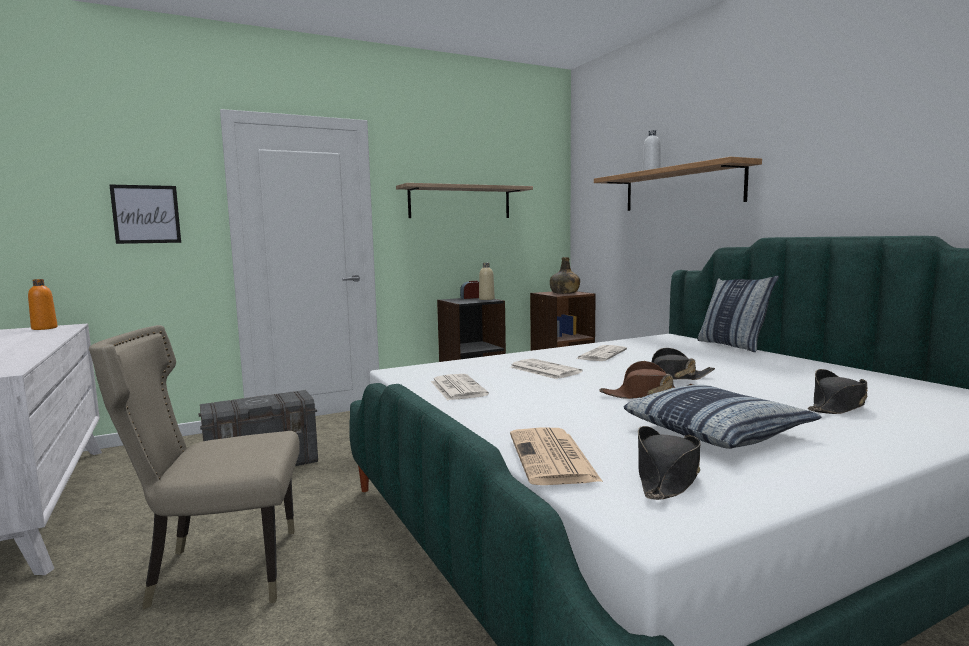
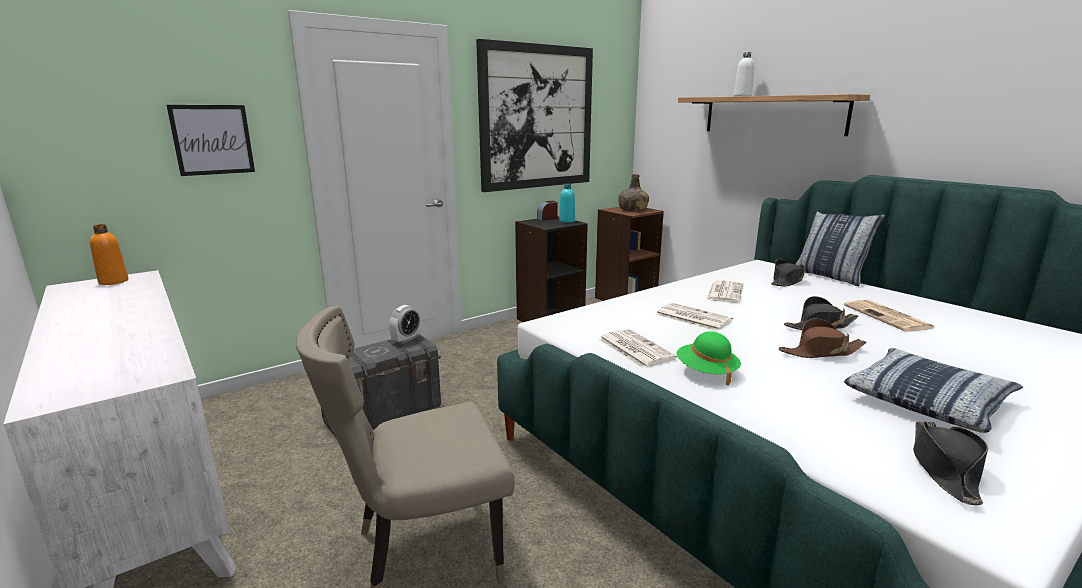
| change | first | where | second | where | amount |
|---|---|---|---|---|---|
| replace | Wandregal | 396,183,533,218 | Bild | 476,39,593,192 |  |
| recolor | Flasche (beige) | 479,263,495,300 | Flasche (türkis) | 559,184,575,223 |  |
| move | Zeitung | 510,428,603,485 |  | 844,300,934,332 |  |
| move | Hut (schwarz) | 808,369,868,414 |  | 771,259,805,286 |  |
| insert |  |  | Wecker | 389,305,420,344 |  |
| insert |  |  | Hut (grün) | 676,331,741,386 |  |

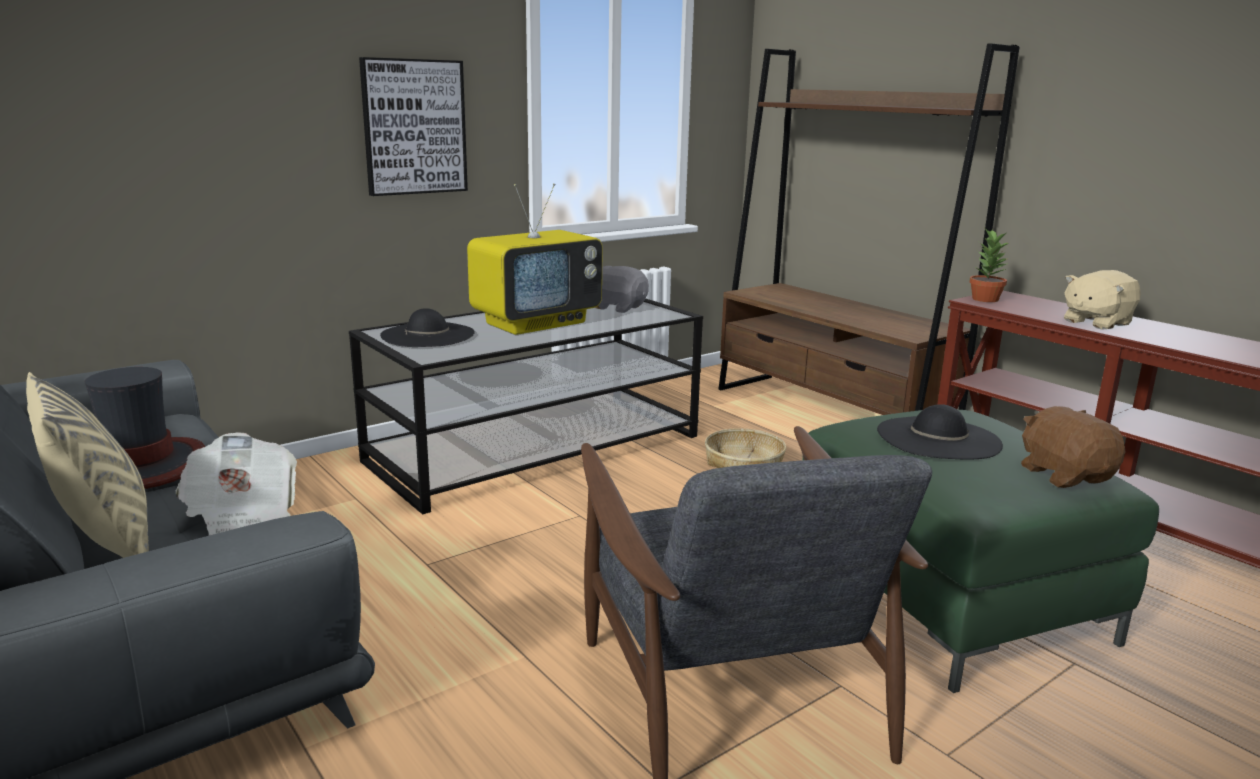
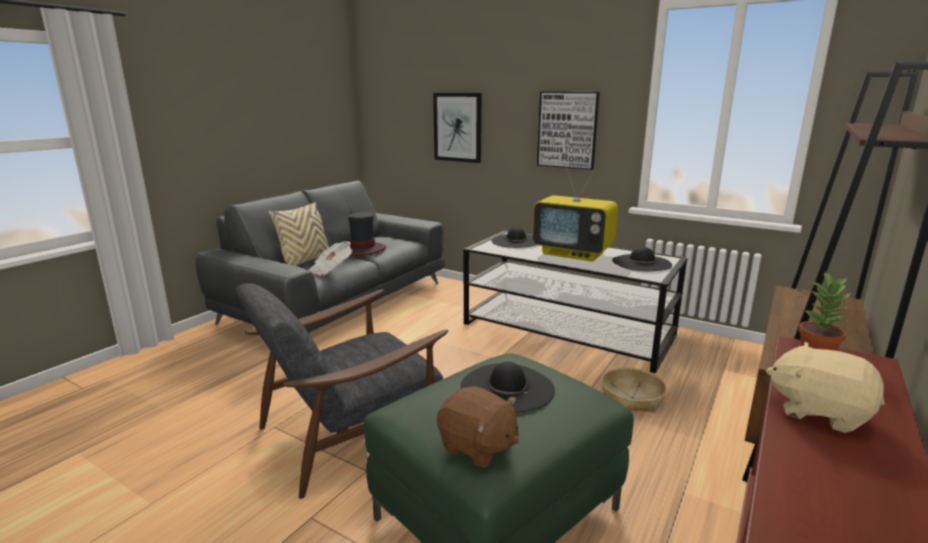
| change | first | where | second | where | amount |
|---|---|---|---|---|---|
| replace | Plüschtier (grau) | 595,266,649,313 | Hut (schwarz) | 612,247,672,271 |  |
| rotate | Plüschtier (braun) | 1021,406,1125,488 |  | 437,386,519,467 | 75 degrees clockwise |
| insert |  |  | Bild | 433,93,482,163 |  |

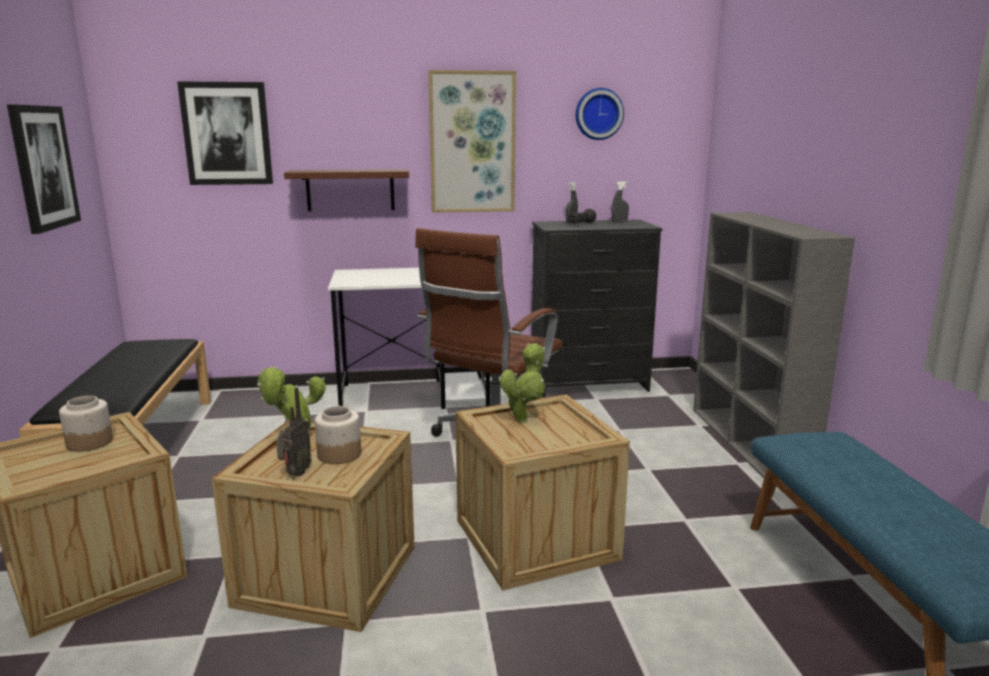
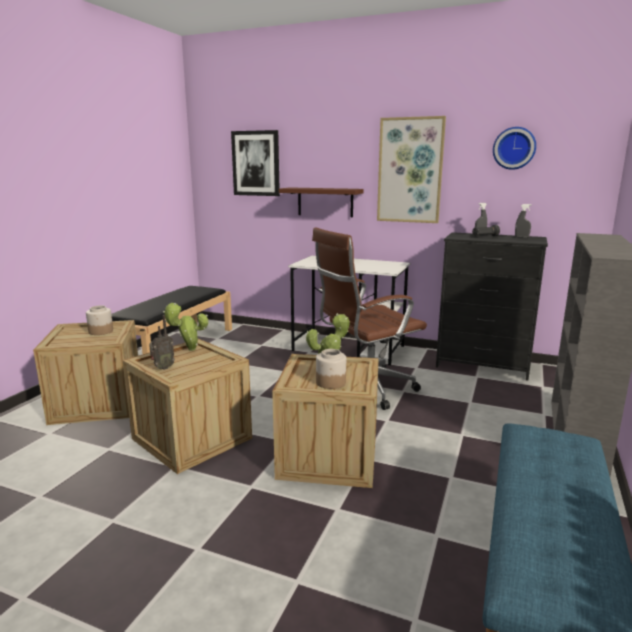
| change | first | where | second | where | amount |
|---|---|---|---|---|---|
| delete | Bild | 7,104,81,234 |  |  |  |
| move | Vorratsglas | 315,406,361,464 |  | 316,349,346,389 |  |

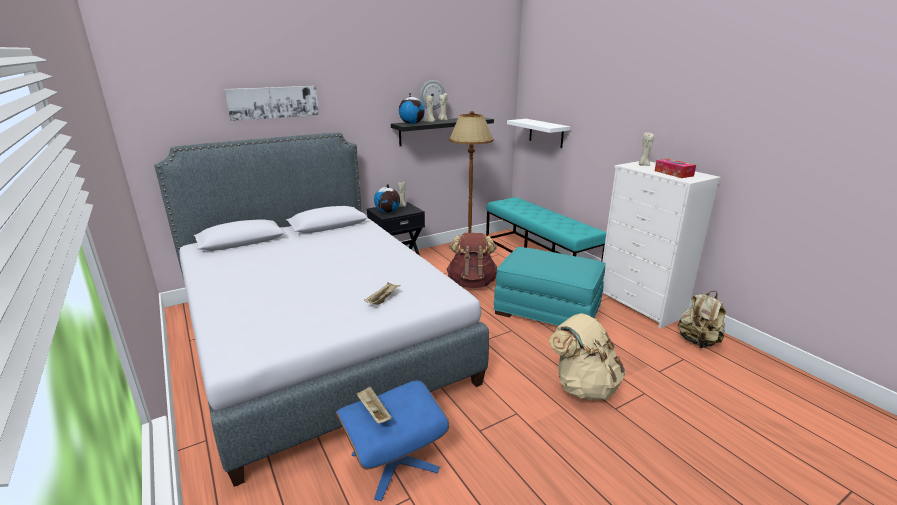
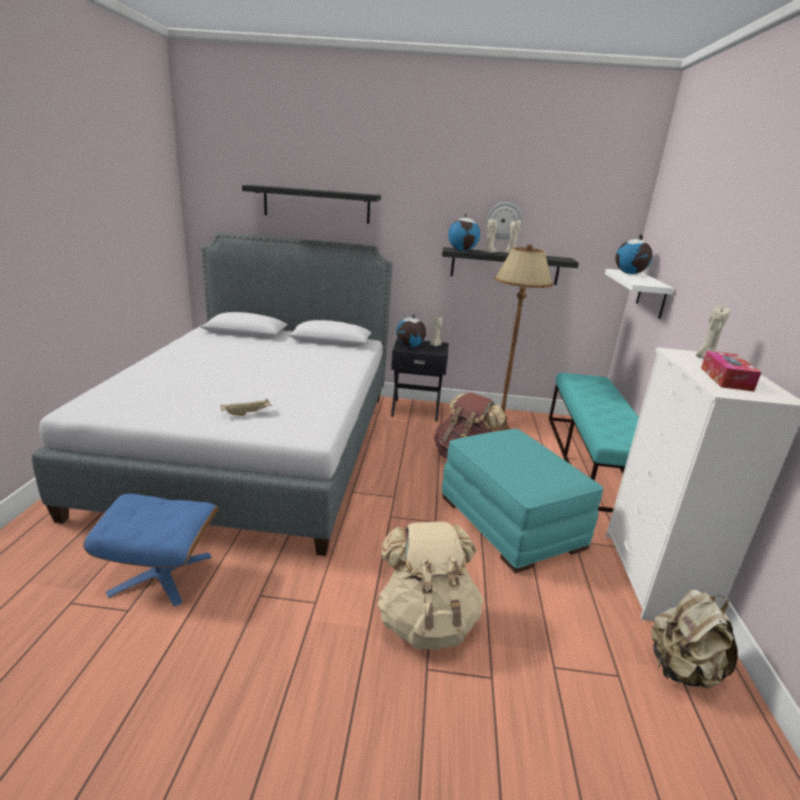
| change | first | where | second | where | amount |
|---|---|---|---|---|---|
| replace | Bild | 224,86,319,121 | Wandregal (schwarz) | 242,185,381,224 |  |
| delete | Tablett (beige) | 356,387,392,424 |  |  |  |
| insert |  |  | Globus | 615,234,653,274 |  |

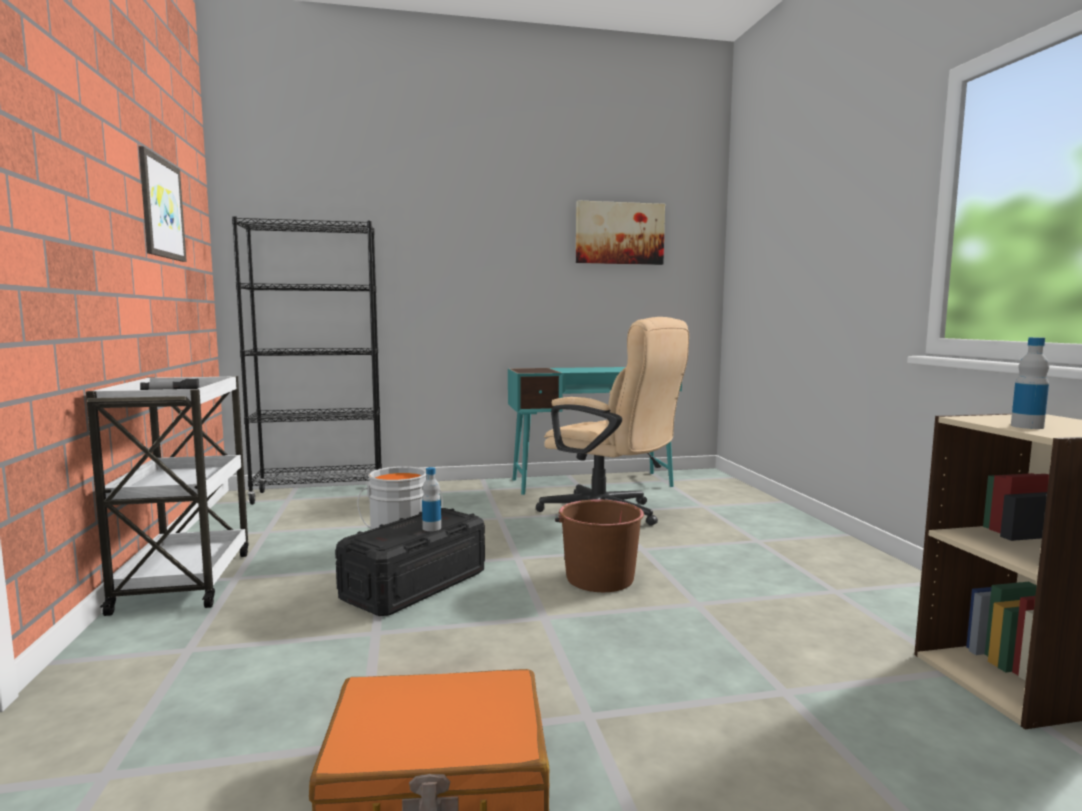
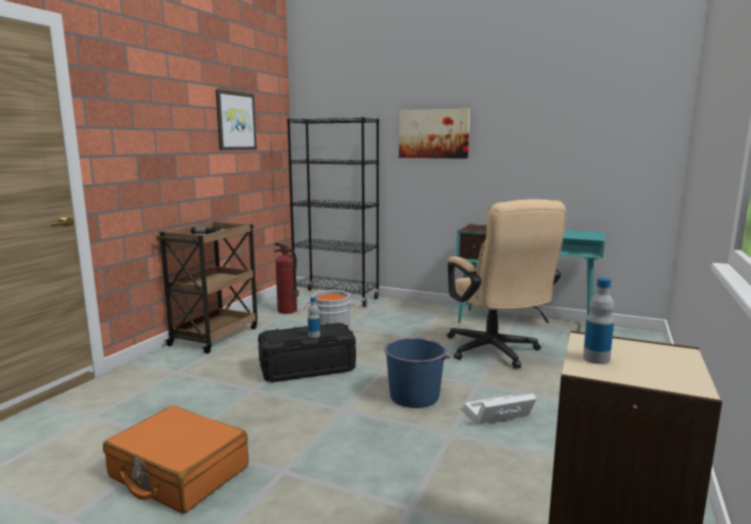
| change | first | where | second | where | amount |
|---|---|---|---|---|---|
| recolor | Rollwagen (weiß) | 86,376,249,616 | Rollwagen (braun) | 156,221,258,354 |  |
| recolor | Eimer (braun) | 555,500,644,592 | Eimer (blau) | 384,338,449,408 |  |
| move | Bild | 576,200,665,265 |  | 399,109,470,159 |  |
| insert |  |  | Feuerlöscher | 274,242,297,314 |  |
| insert |  |  | Aufbewahrungsbox (weiß) | 464,394,536,424 |  |

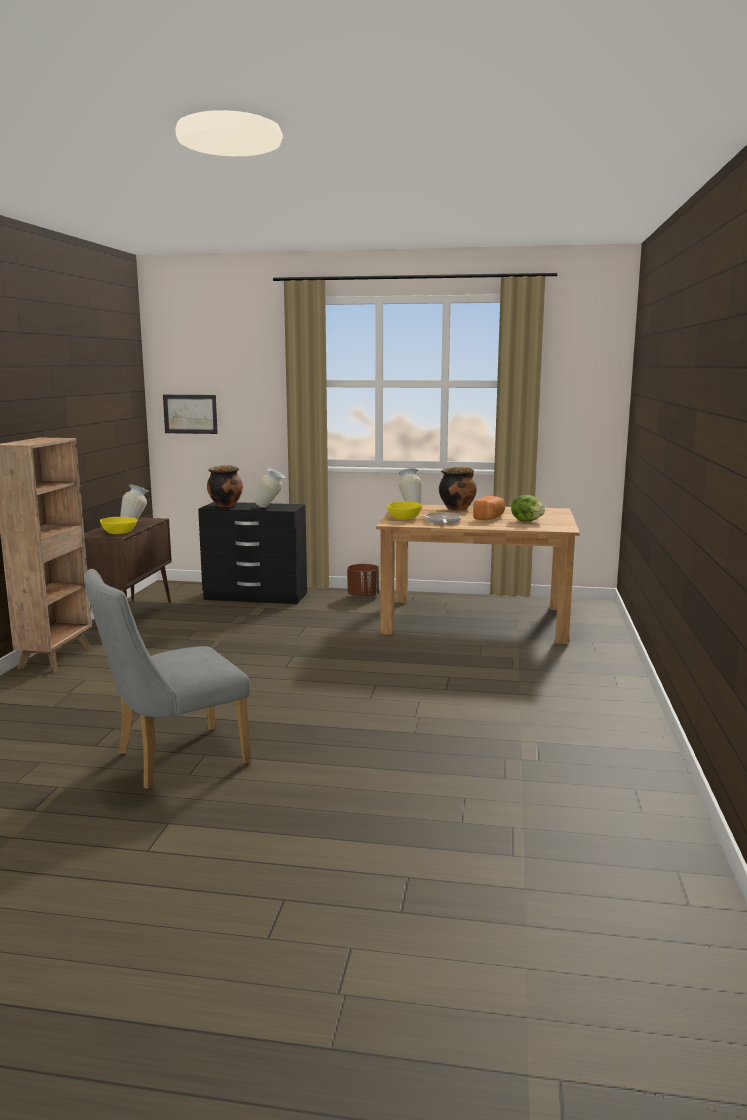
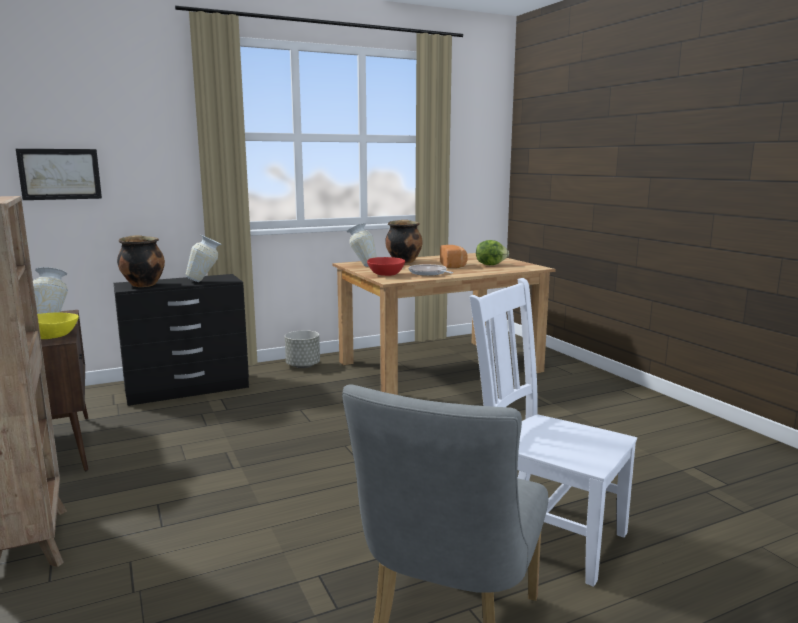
| change | first | where | second | where | amount |
|---|---|---|---|---|---|
| recolor | Pflanzkübel (braun) | 347,564,379,599 | Pflanzkübel (grau) | 285,330,320,368 |  |
| recolor | Schüssel (gelb) | 386,501,422,520 | Schüssel (rot) | 367,257,405,276 |  |
| insert |  |  | Stuhl (weiß) | 470,278,637,587 |  |

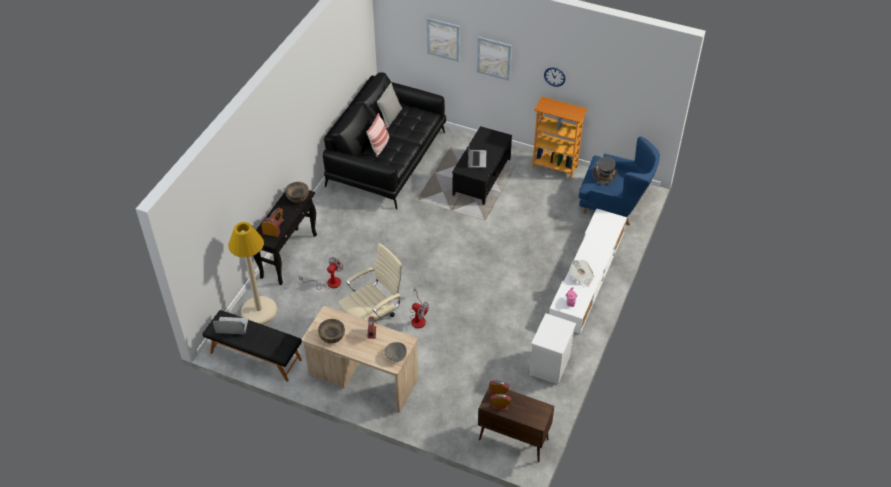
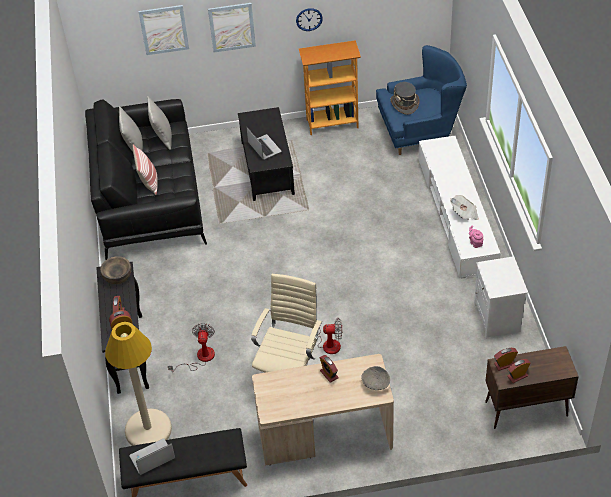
| change | first | where | second | where | amount |
|---|---|---|---|---|---|
| delete | Schüssel (braun) | 318,319,345,344 |  |  |  |
| insert |  |  | Kissen (grau) | 147,96,172,150 |  |

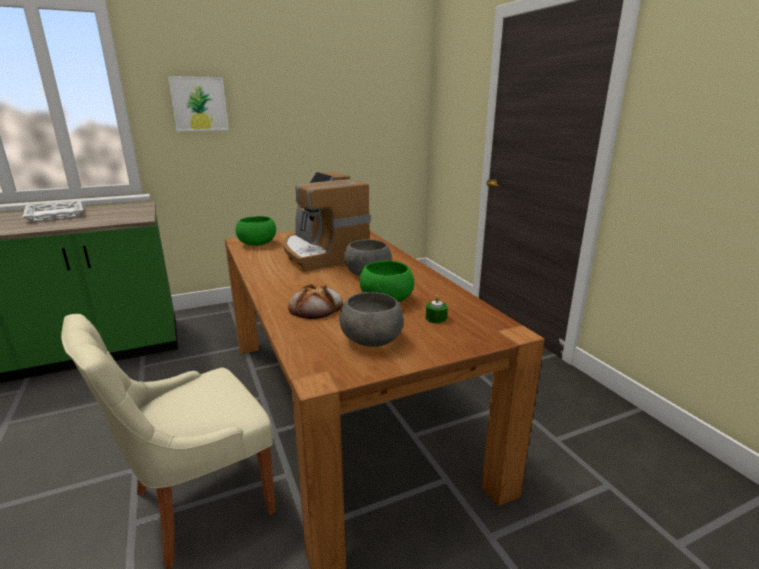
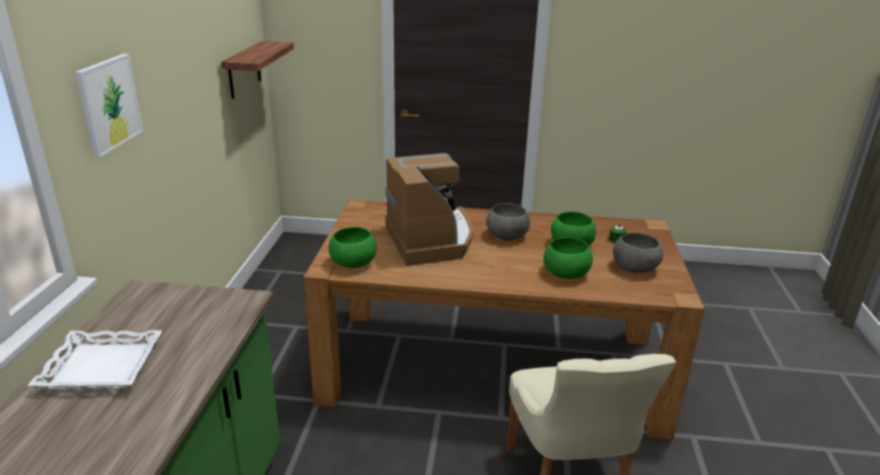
| change | first | where | second | where | amount |
|---|---|---|---|---|---|
| rotate | Kaffeemaschine | 283,172,371,272 |  | 385,153,473,266 | 105 degrees counterclockwise |
| replace | Brot | 288,284,343,319 | Schüssel (grün) | 543,237,593,279 |  |
| insert |  |  | Wandregal | 221,41,294,99 |  |

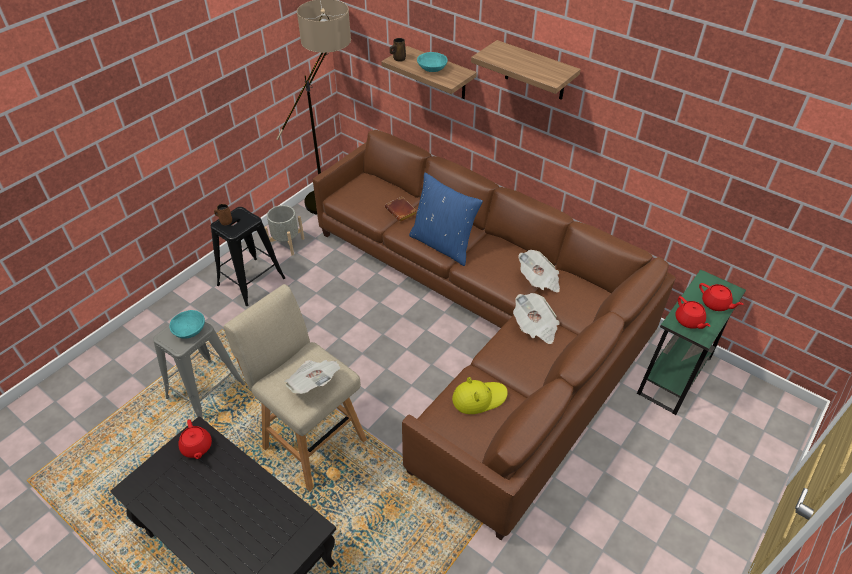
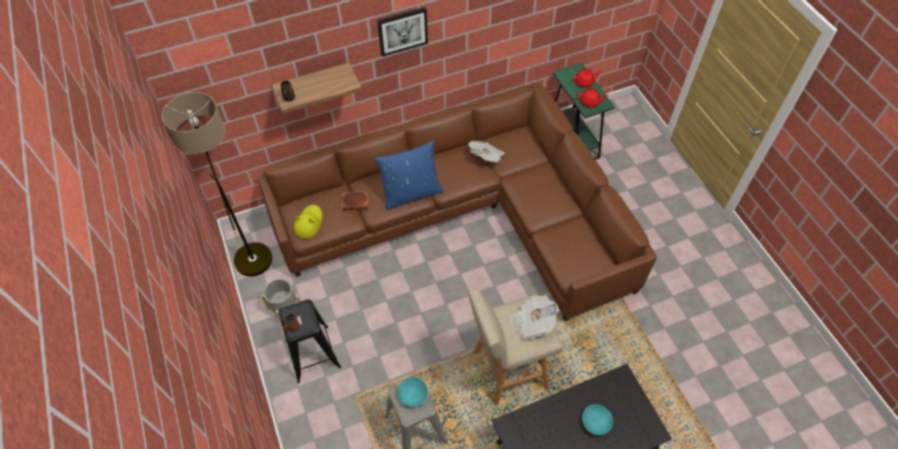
| change | first | where | second | where | amount |
|---|---|---|---|---|---|
| delete | Teekanne (rot) | 178,419,212,459 |  |  |  |
| move | Schüssel (türkis) | 417,52,448,72 |  | 582,405,613,435 |  |
| move | Hut (gelb) | 452,377,508,414 |  | 294,205,322,239 |  |
| replace | Wandregal | 471,40,581,100 | Bild | 377,7,428,57 |  |
| delete | Zeitung | 513,293,560,344 |  |  |  |

